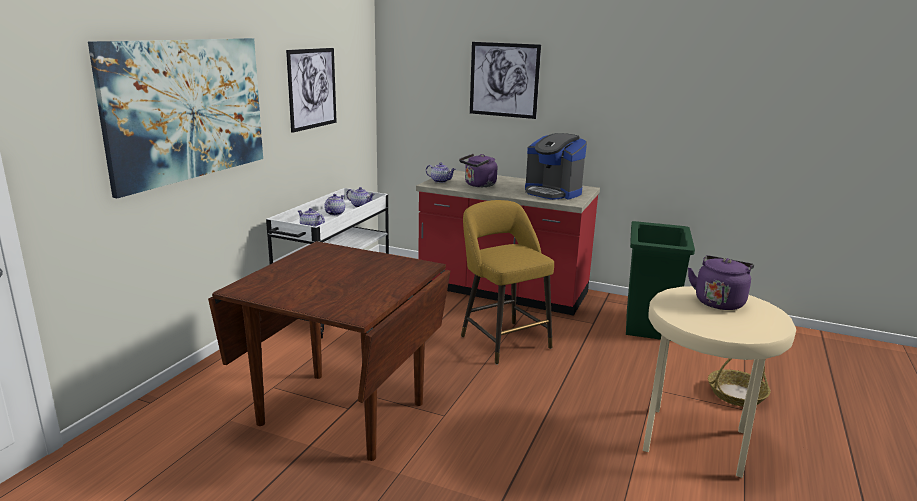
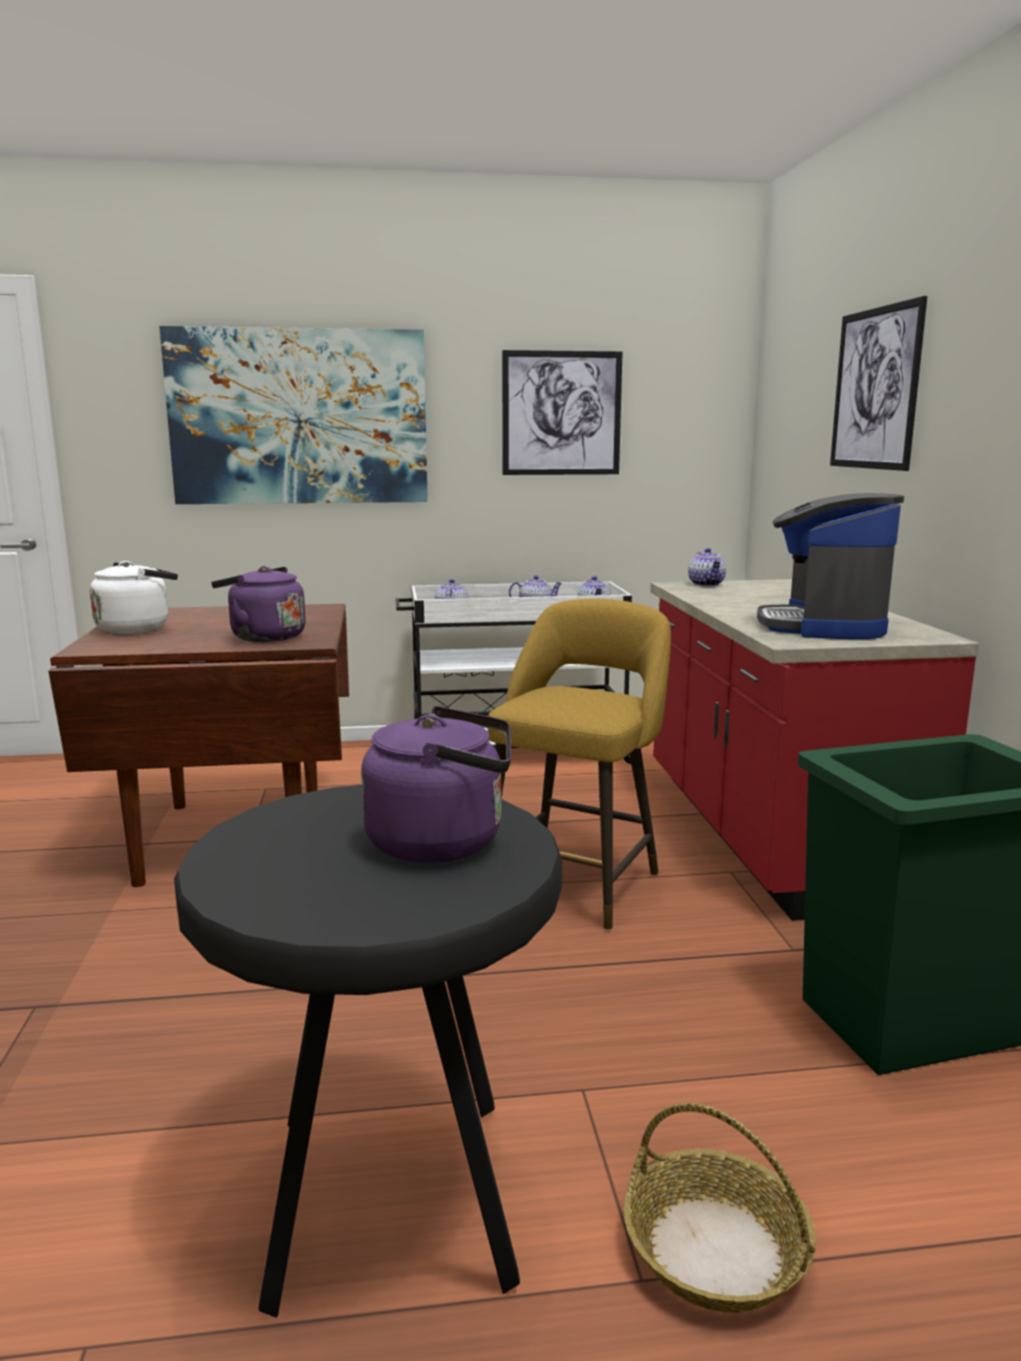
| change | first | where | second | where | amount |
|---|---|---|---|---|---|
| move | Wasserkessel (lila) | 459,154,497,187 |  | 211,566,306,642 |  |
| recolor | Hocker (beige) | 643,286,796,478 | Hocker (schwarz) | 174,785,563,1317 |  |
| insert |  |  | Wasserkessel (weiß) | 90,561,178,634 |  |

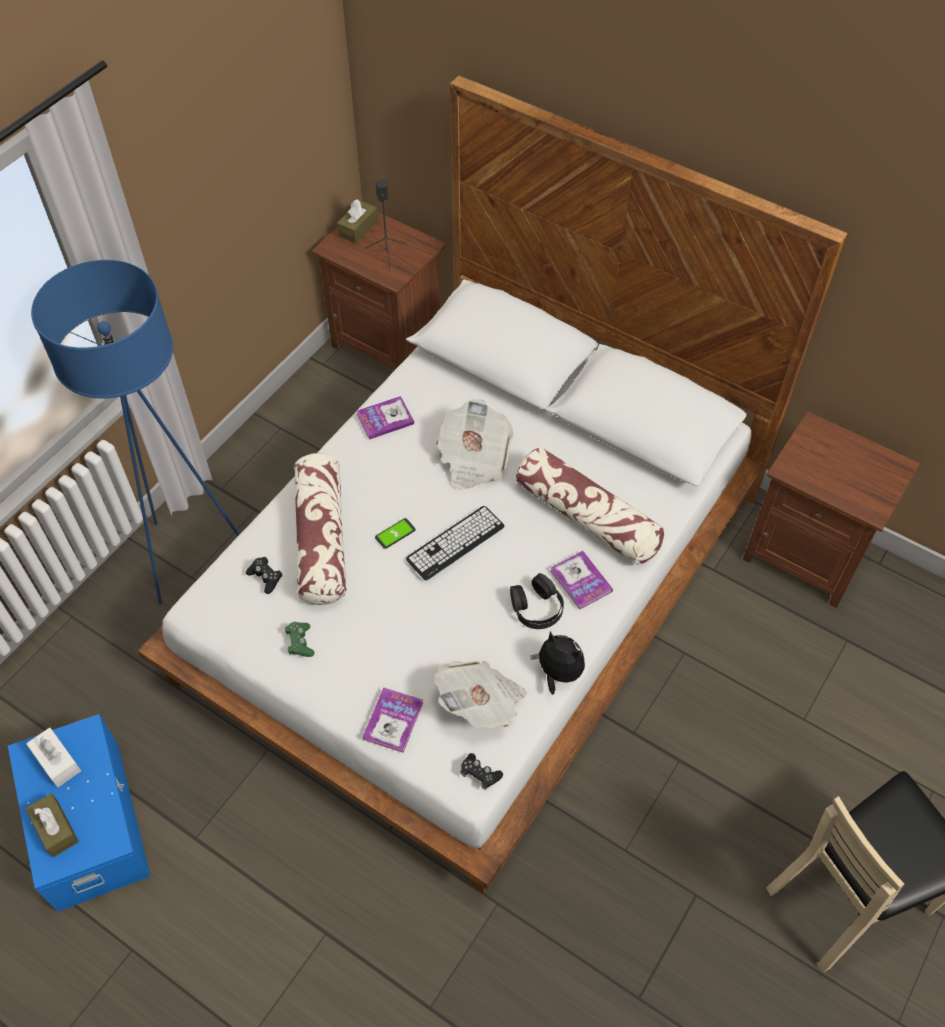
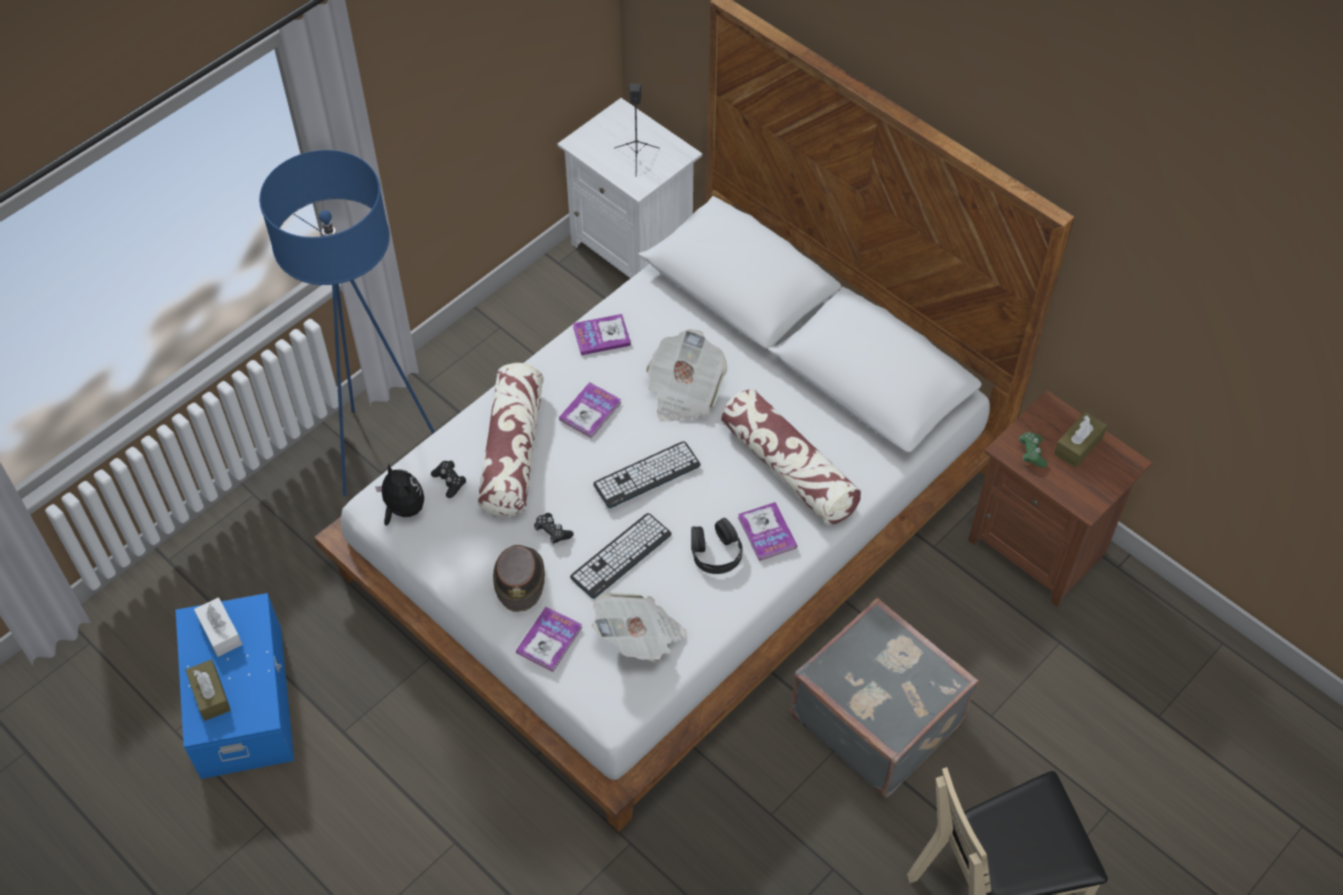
| change | first | where | second | where | amount |
|---|---|---|---|---|---|
| move | Gamepad (grün) | 285,622,314,657 |  | 1019,432,1047,467 |  |
| recolor | Nachttisch (braun) | 312,212,446,370 | Nachttisch (weiß) | 557,98,702,278 |  |
| move | Taschentuchbox (braun) | 337,199,378,244 |  | 1054,412,1107,468 |  |
| delete | Handy | 375,518,416,549 |  |  |  |
| move | Gamepad (schwarz) | 460,753,503,790 |  | 534,513,574,545 |  |
| move | Plüschtier | 530,631,585,695 |  | 375,464,424,526 |  |
| insert |  |  | Hut (braun) | 493,545,545,612 |  |
| insert |  |  | Buch | 559,382,621,438 |  |
| insert |  |  | Tastatur | 570,513,672,599 |  |
| insert |  |  | Koffer (grau) | 790,598,979,798 |  |

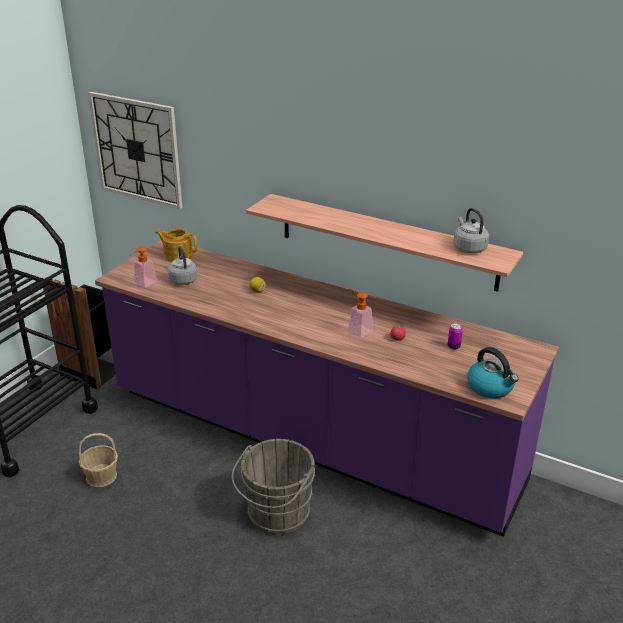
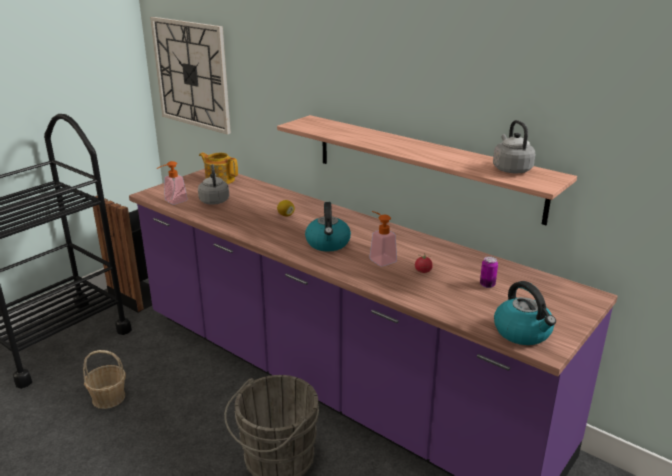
| change | first | where | second | where | amount |
|---|---|---|---|---|---|
| insert |  |  | Wasserkessel | 305,202,351,252 |  |

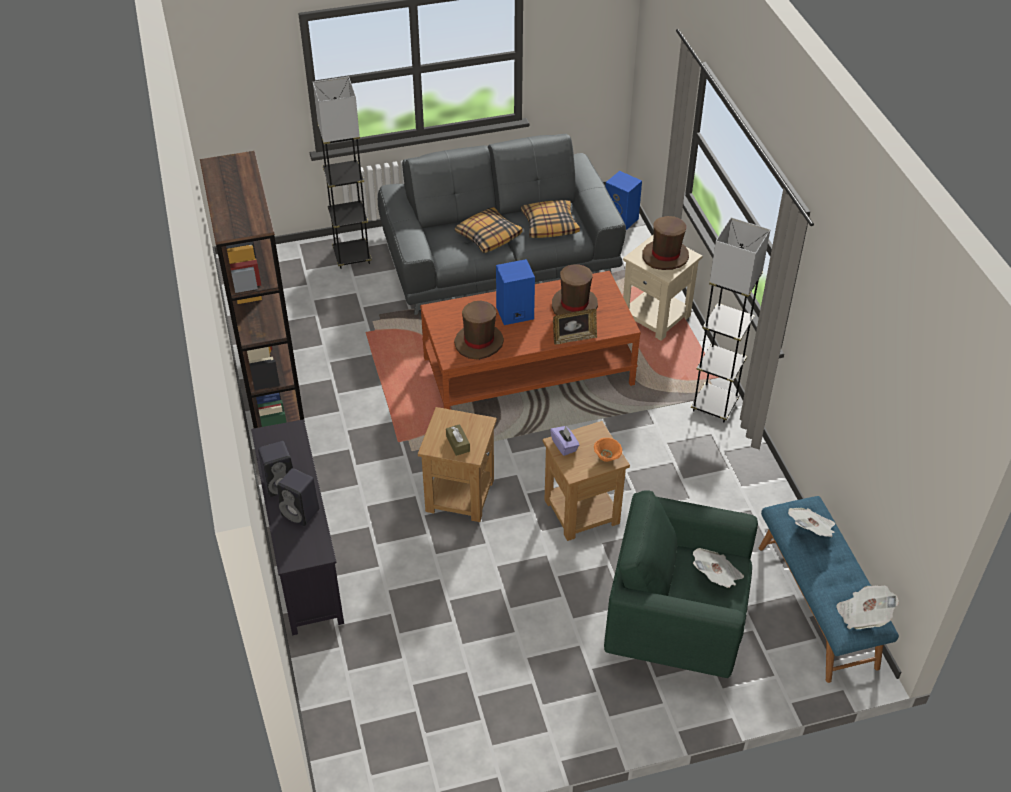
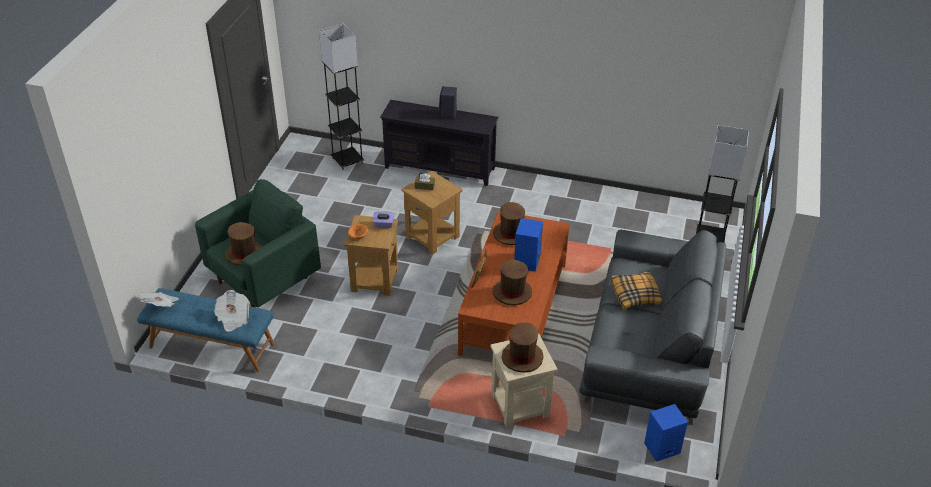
| change | first | where | second | where | amount |
|---|---|---|---|---|---|
| delete | Bücherregal (braun) | 200,151,304,428 |  |  |  |
| delete | Lautsprecher (schwarz) | 277,468,319,526 |  |  |  |
| delete | Kissen | 521,200,580,238 |  |  |  |
| move | Stehlampe (grau) | 691,217,770,422 |  | 319,24,364,170 |  |
| replace | Zeitung | 693,548,744,588 | Hut (braun) | 225,222,262,266 |  |

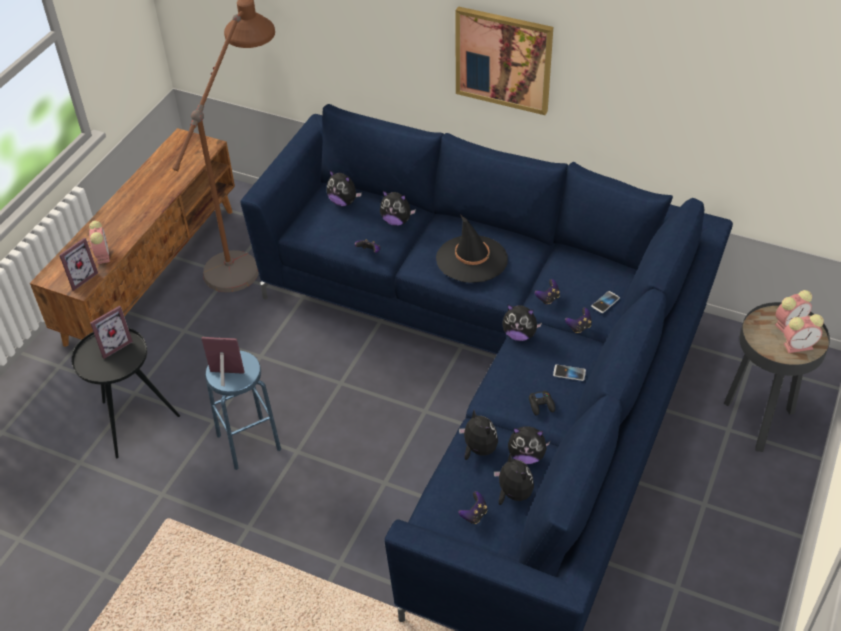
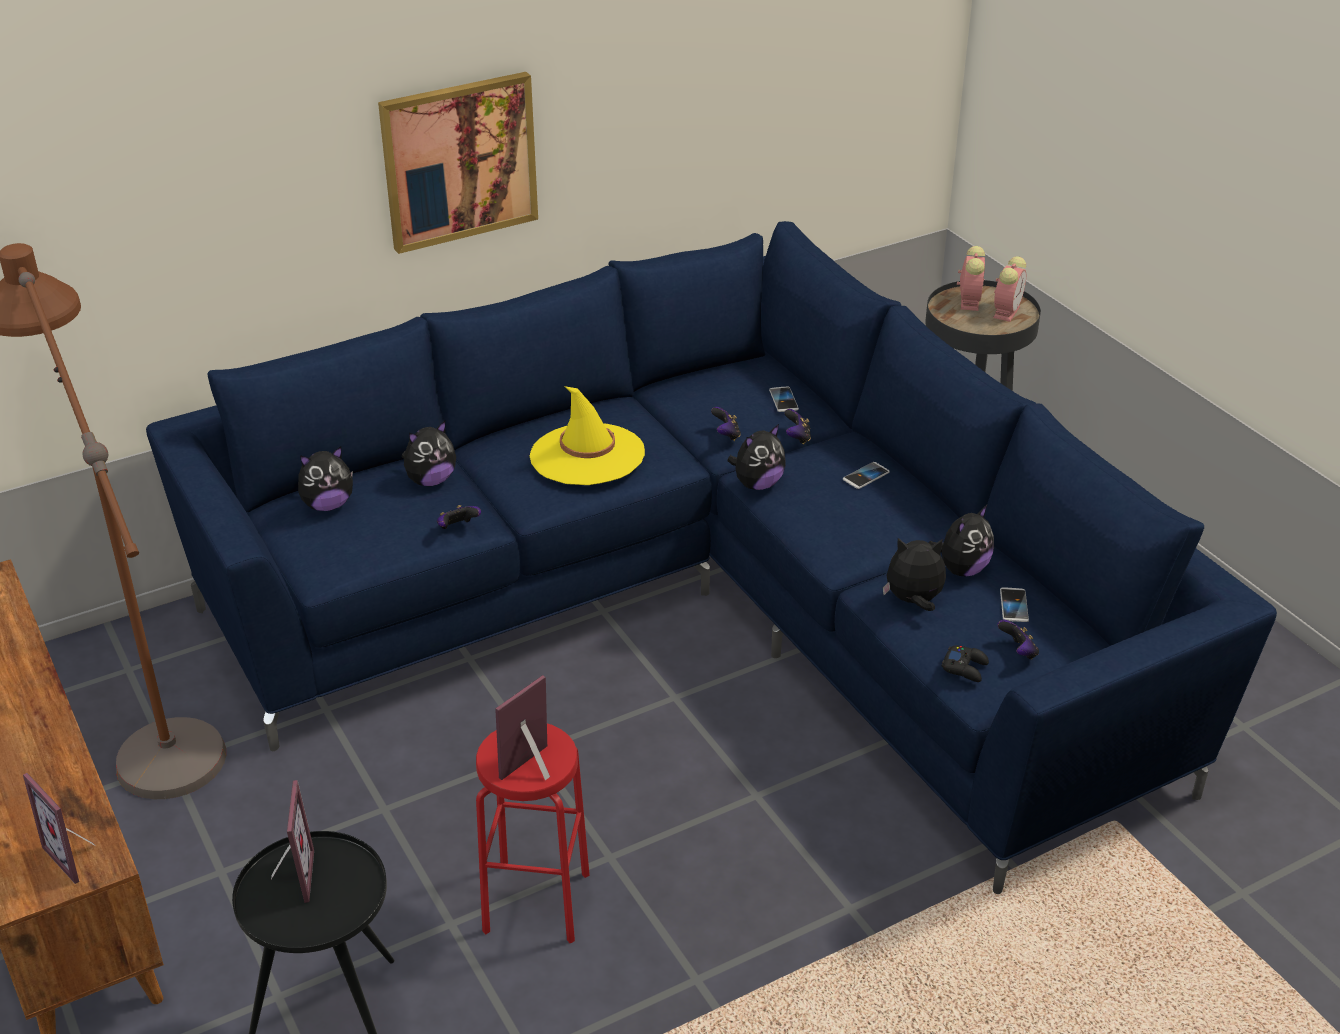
| change | first | where | second | where | amount |
|---|---|---|---|---|---|
| rotate | Bilderrahmen | 59,237,98,291 |  | 23,773,95,884 | 150 degrees clockwise |
| delete | Wecker | 87,221,110,264 |  |  |  |
| recolor | Hocker (blau) | 205,351,281,470 | Hocker (rot) | 476,724,590,943 |  |
| recolor | Hut (schwarz) | 436,216,508,283 | Hut (gelb) | 530,386,645,485 |  |
| replace | Plüschtier | 494,453,534,505 | Handy | 1000,588,1029,622 |  |
| move | Gamepad (schwarz) | 529,390,555,416 |  | 941,645,989,682 |  |

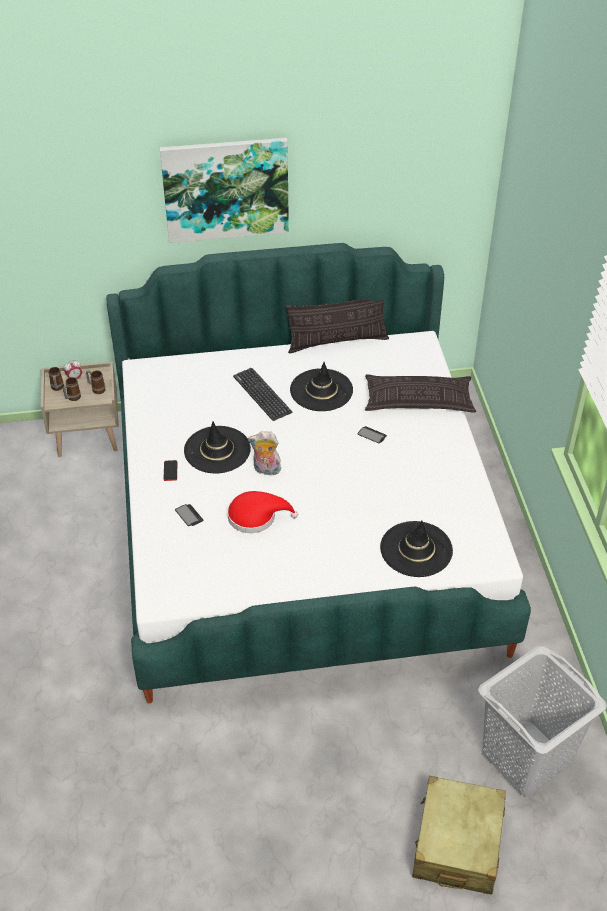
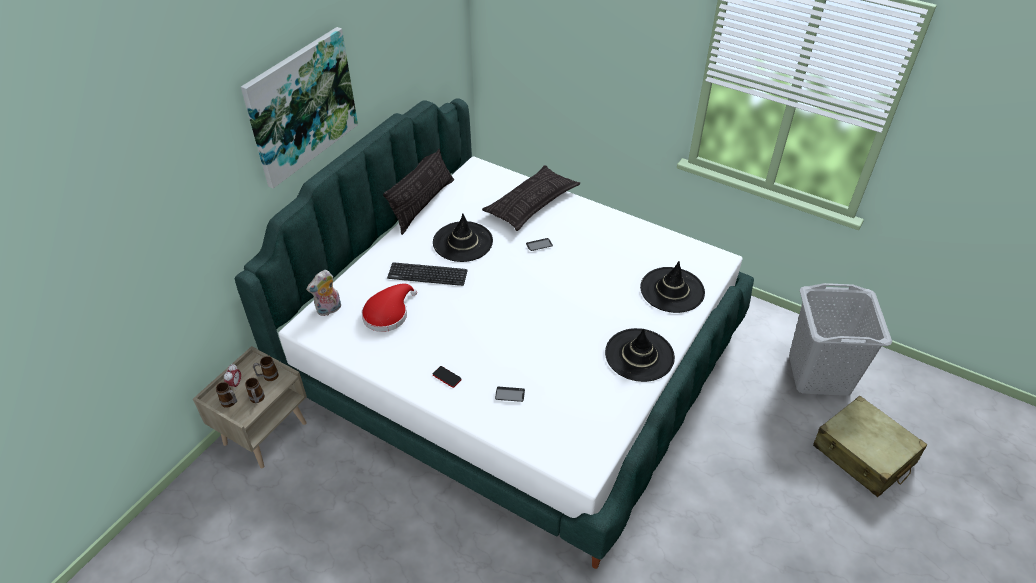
| change | first | where | second | where | amount |
|---|---|---|---|---|---|
| move | Hut (schwarz) | 184,422,251,473 |  | 605,328,675,382 |  |
| move | Hut (rot) | 227,491,298,533 |  | 362,284,417,332 |  |
| move | Plüschtier | 248,431,281,475 |  | 306,270,341,316 |  |

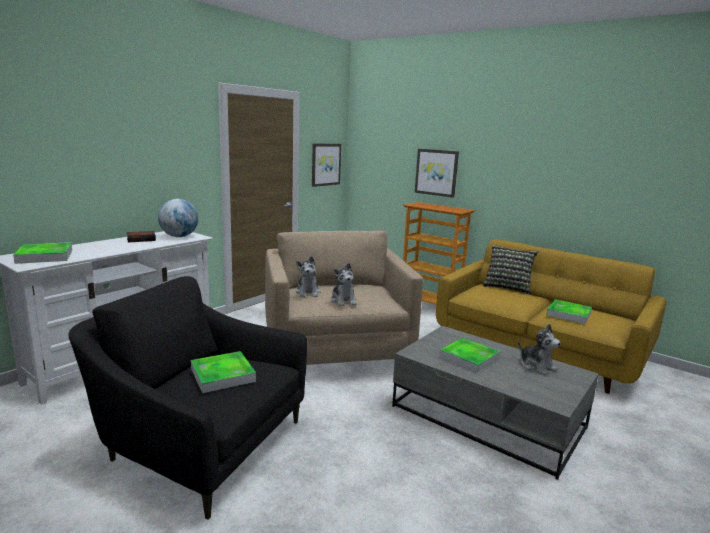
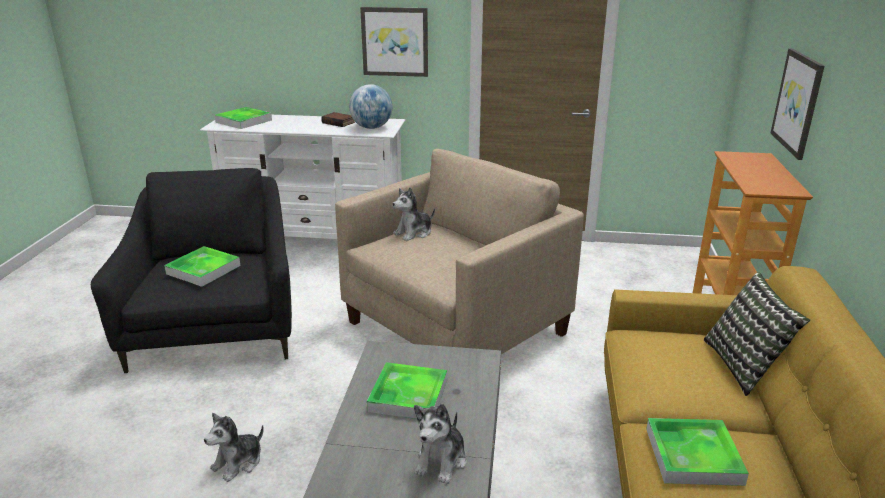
| change | first | where | second | where | amount |
|---|---|---|---|---|---|
| move | Bild | 312,144,341,187 |  | 360,7,428,77 |  |
| move | Plüschtier | 331,263,357,306 |  | 204,413,264,482 |  |

